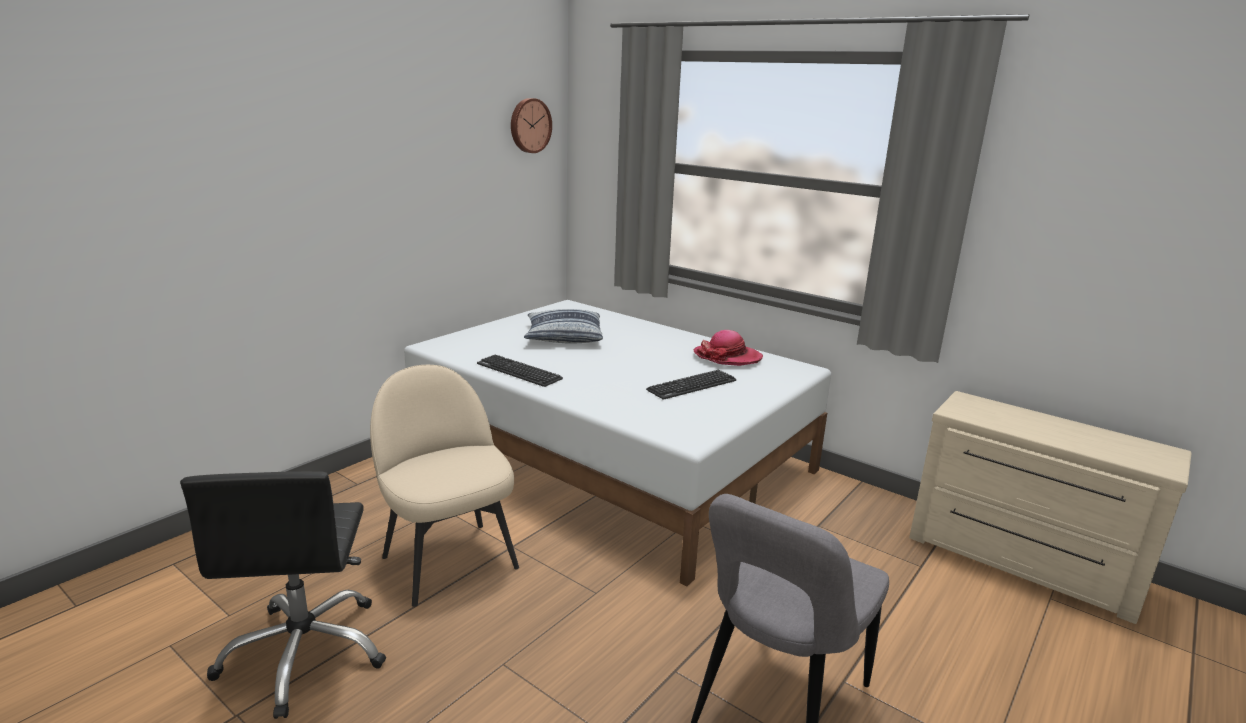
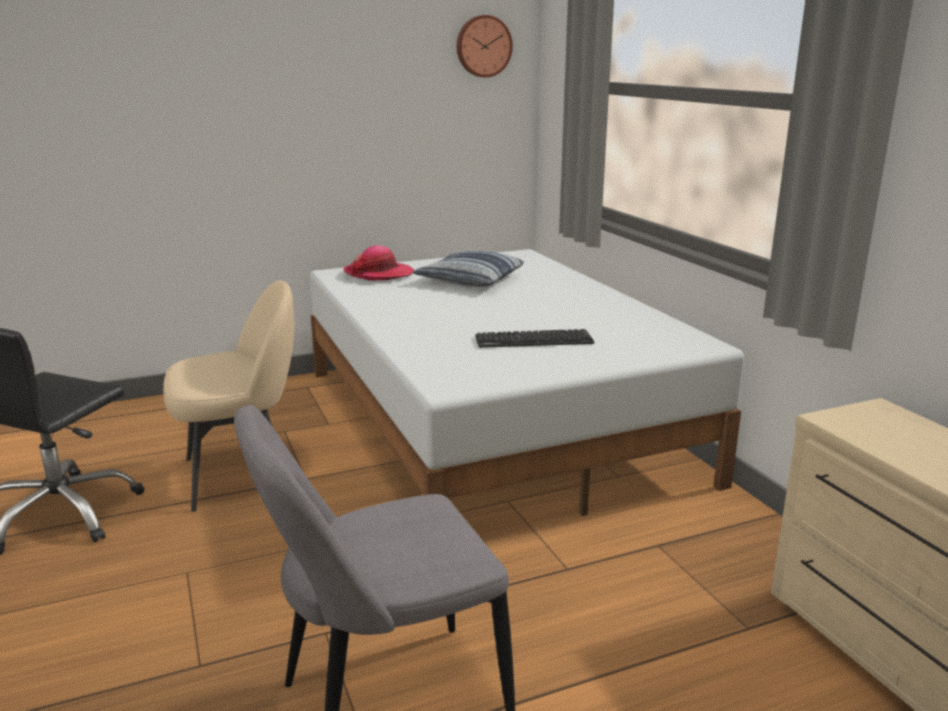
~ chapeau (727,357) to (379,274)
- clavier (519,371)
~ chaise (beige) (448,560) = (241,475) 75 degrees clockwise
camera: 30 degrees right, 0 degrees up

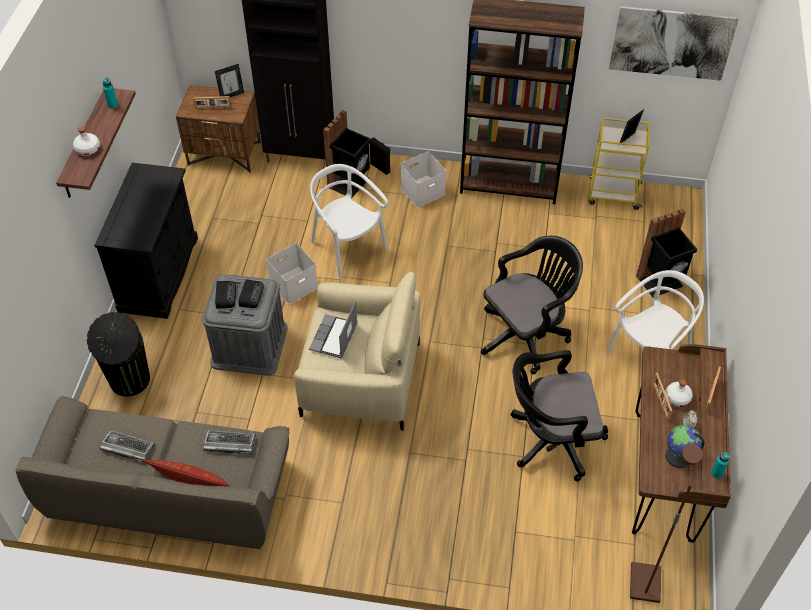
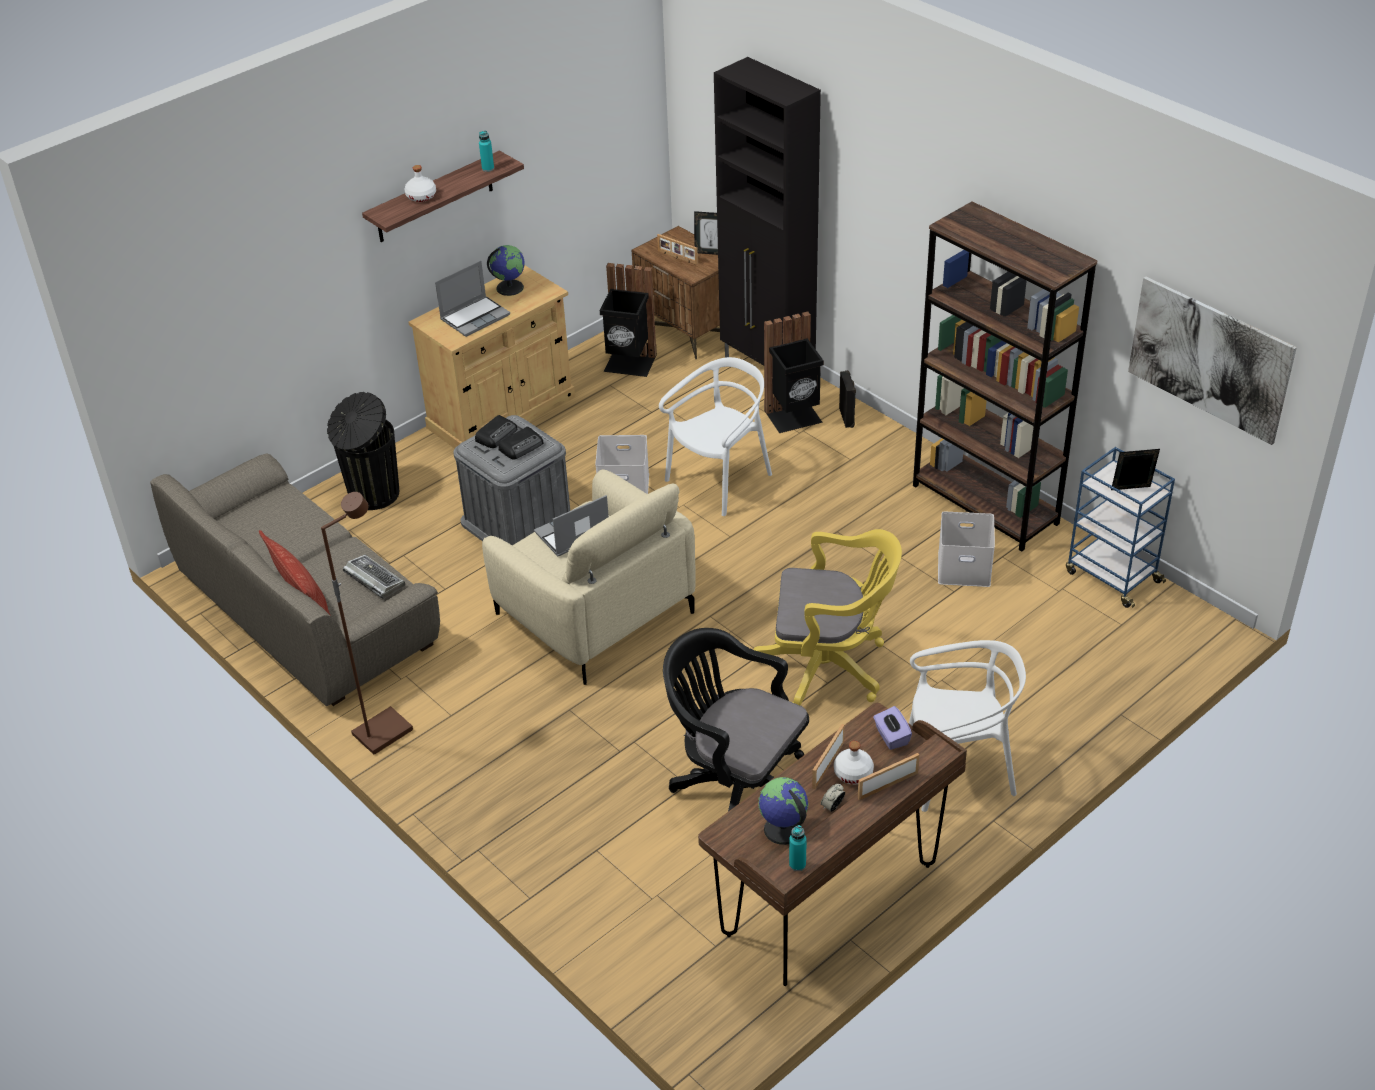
~ chariot (jaune) (612,194) to chariot (bleu) (1111,576)
~ boîte de rangement (blanc) (422,190) to (965,567)
~ meuble de rangement (noir) (159,274) to meuble de rangement (beige) (501,412)
~ chaise (blanc) (347,248) = (720,480) 45 degrees clockwise
~ poubelle (noir) (661,282) to (629,364)
~ chaise de bureau (noir) (526,334) to chaise de bureau (jaune) (830,667)
- clavier (127,448)
~ lampadaire (marron) (644,582) to (382,731)
+ globe (509,287)
+ ordinateur portable (475,317)
+ boîte à mouchoirs (violet) (891,737)
camera: 40 degrees right, 10 degrees down

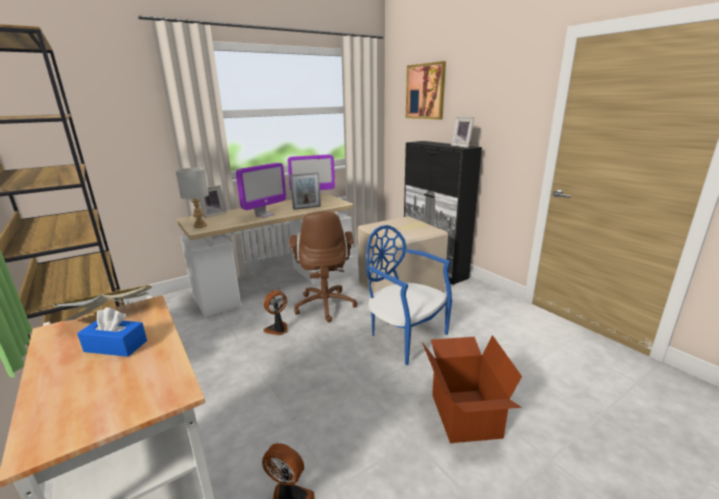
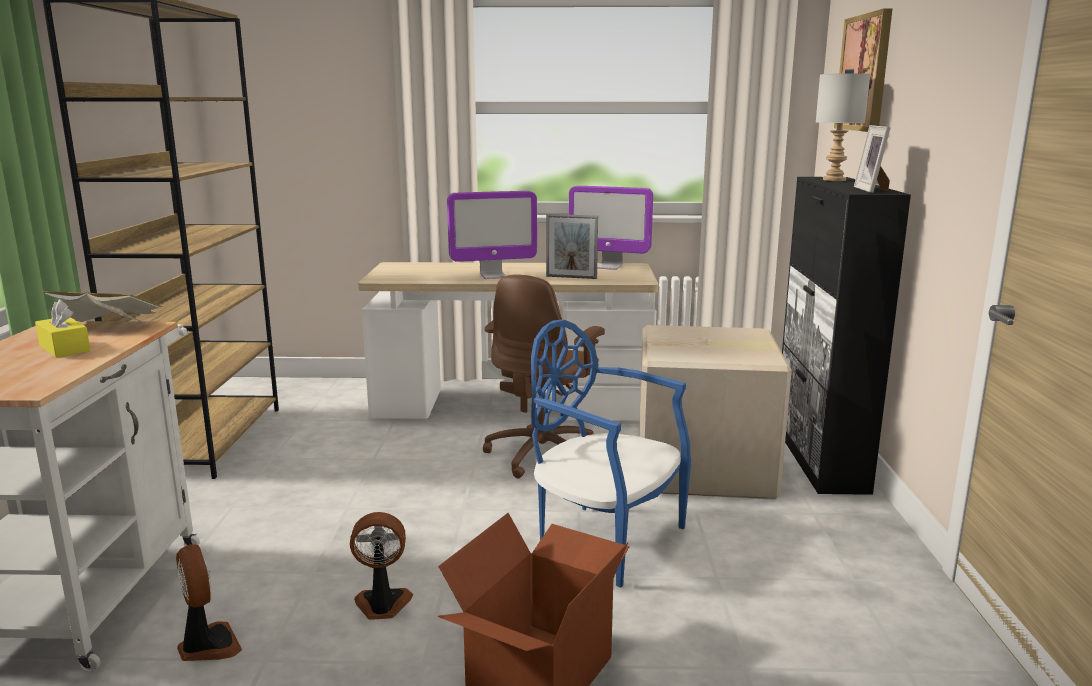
~ lampe de table (gris) (200,226) to (834,180)
- cadre photo (213,214)
~ chaise (bleu) (405,336) = (605,538) 45 degrees counterclockwise
~ ventilateur (278,330) to (382,605)
~ boîte à mouchoirs (bleu) (116,346) to boîte à mouchoirs (jaune) (64,348)
camera: 35 degrees right, 5 degrees down

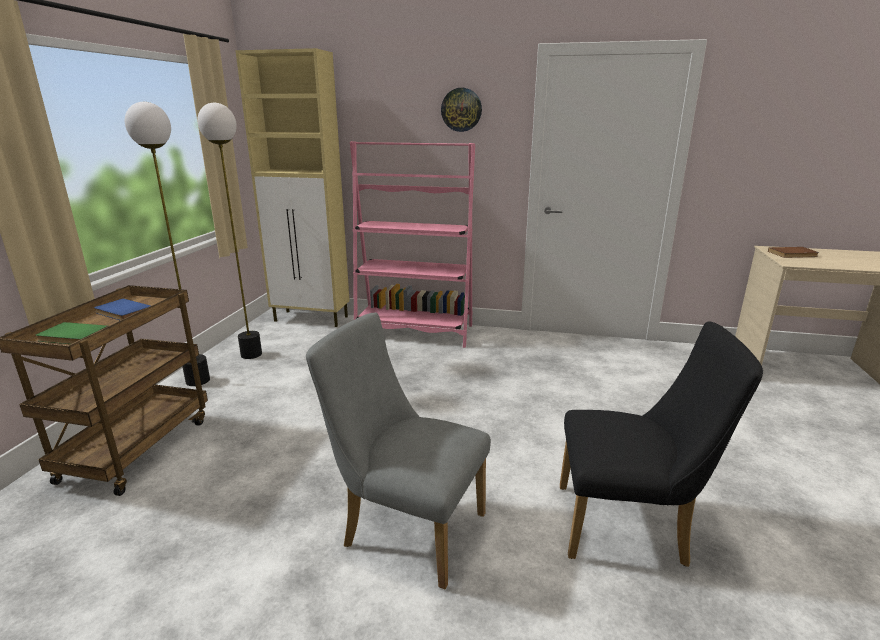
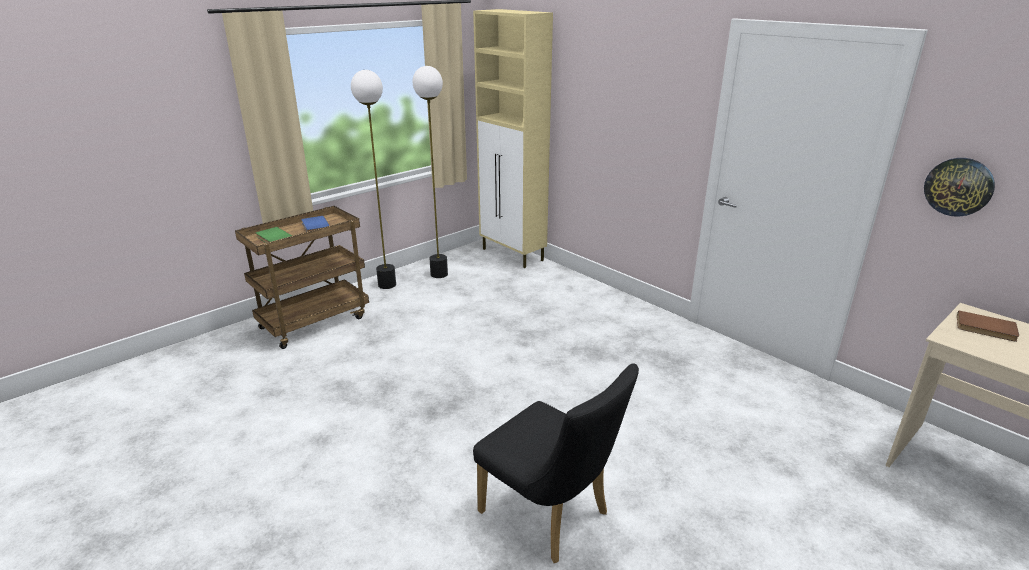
~ horloge murale (461,110) to (958,186)
- bibliothèque (rose) (414,331)
- chaise (gris) (405,528)
camera: 35 degrees right, 5 degrees up

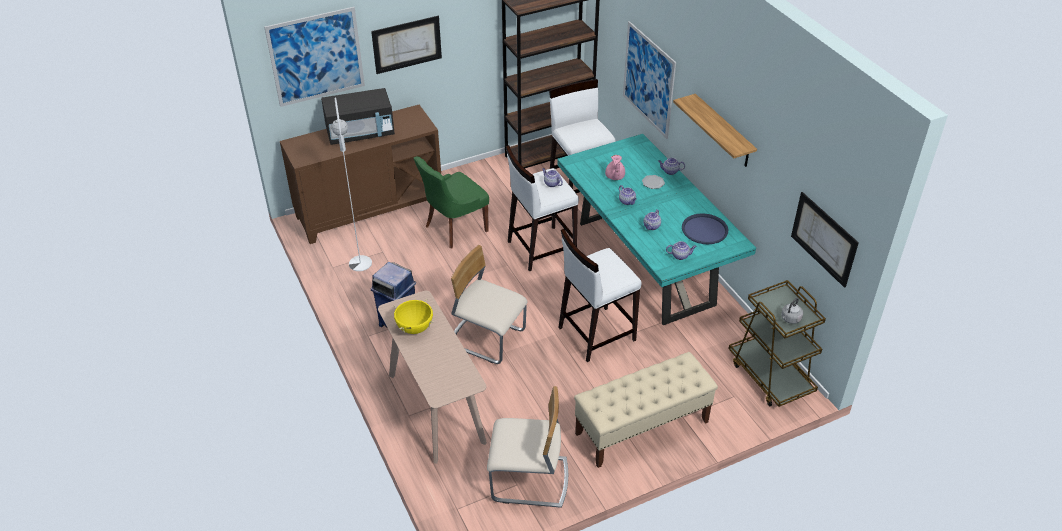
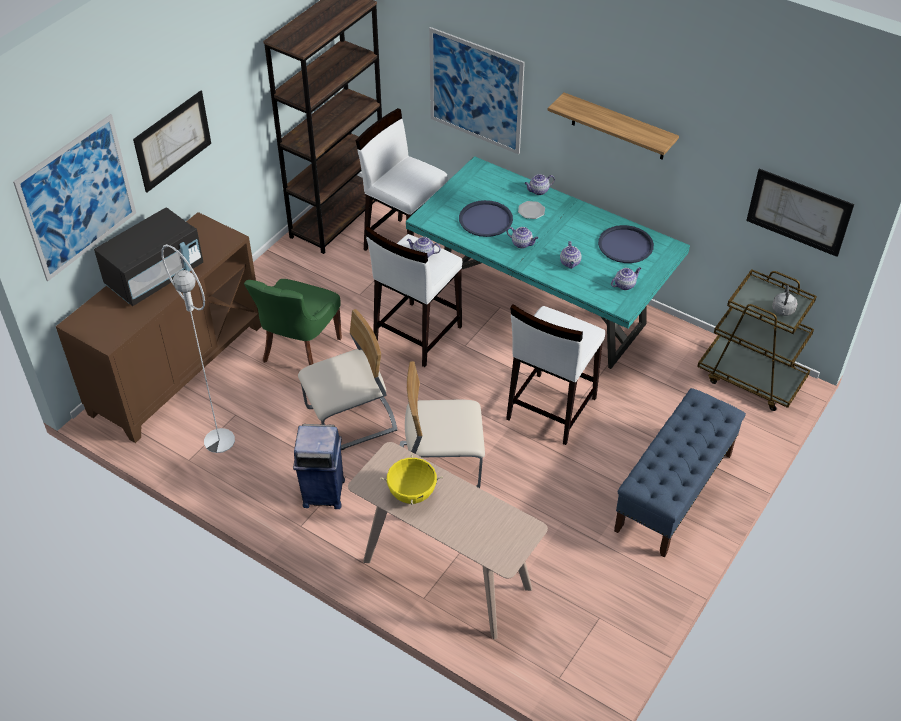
~ théière (rose) (614,177) to plateau (bleu) (485,219)
~ banc (beige) (641,428) to banc (bleu) (674,492)
~ chaise (beige) (529,480) to (351,421)
camera: 30 degrees left, 5 degrees up

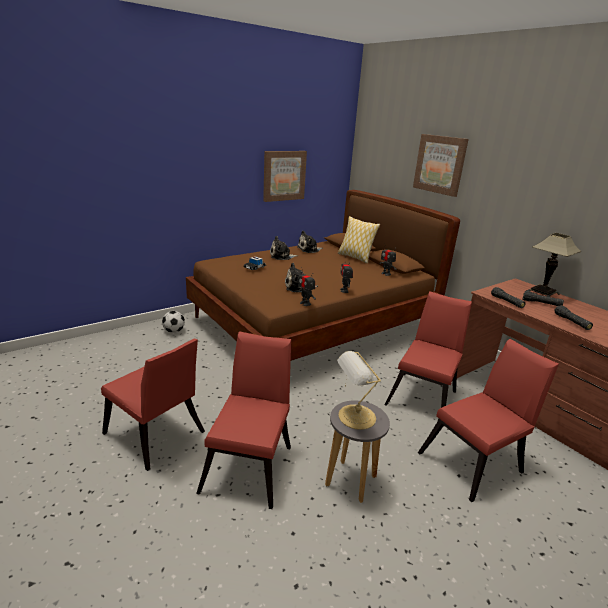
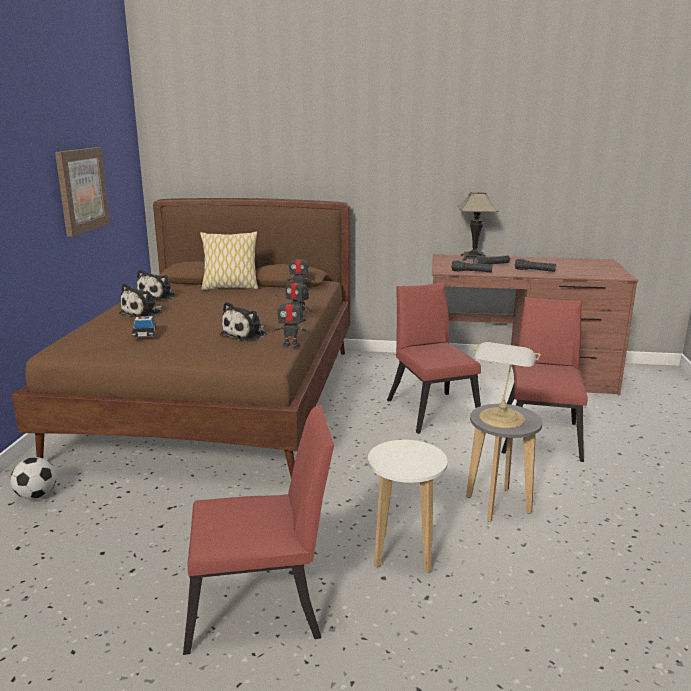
- tableau (440,164)
~ chaise (rouge) (250,464) to tabouret (blanc) (404,553)
camera: 45 degrees left, 5 degrees down

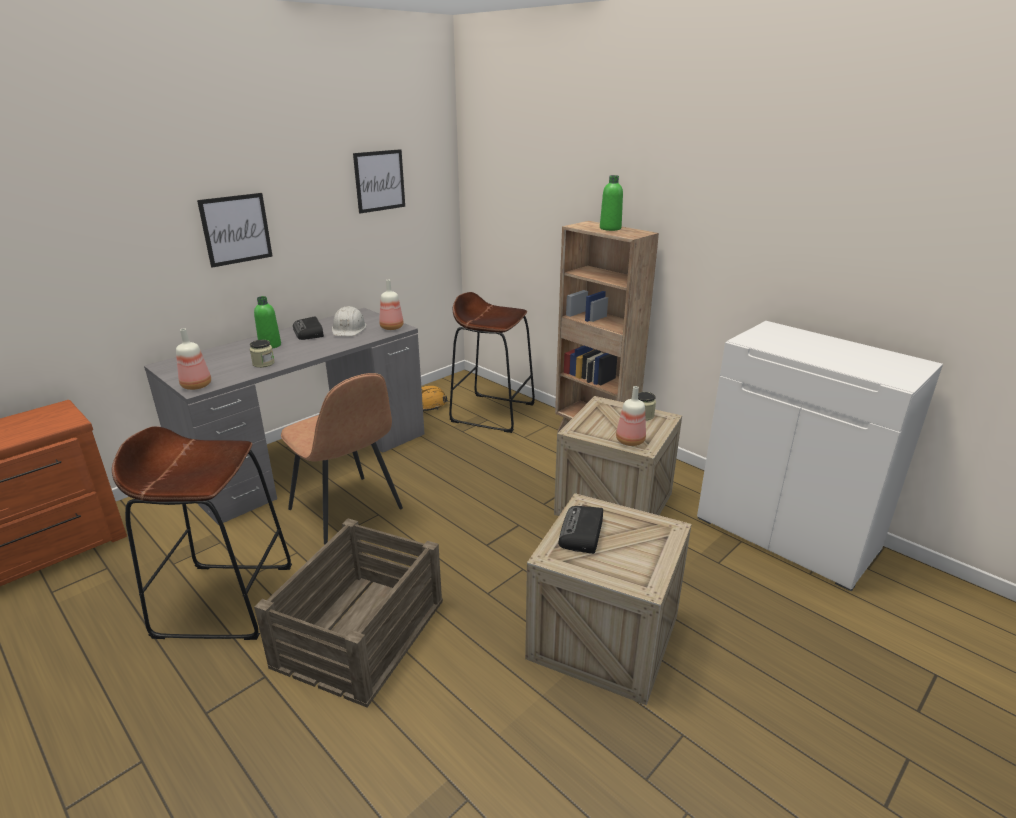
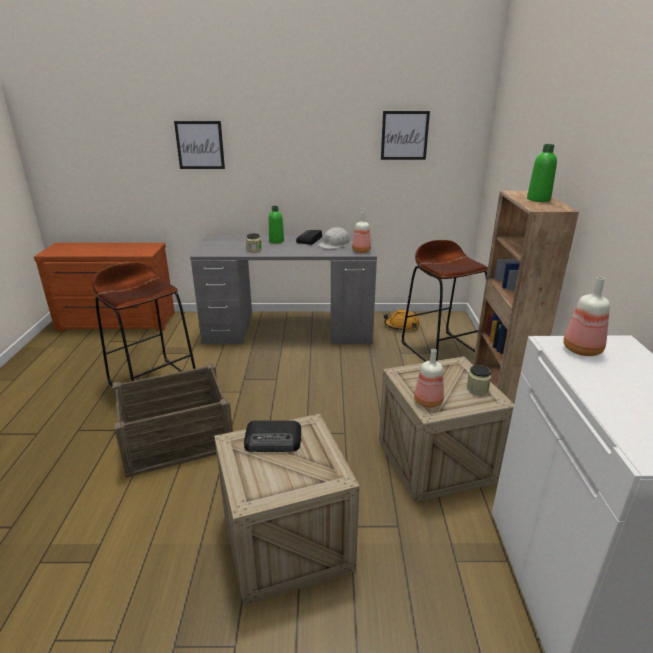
~ tableau (236,229) to (200,145)
~ bouteille (197,385) to (582,349)
- chaise (marron) (347,510)
~ radio (582,533) = (274,441) 150 degrees counterclockwise
camera: 45 degrees right, 0 degrees up

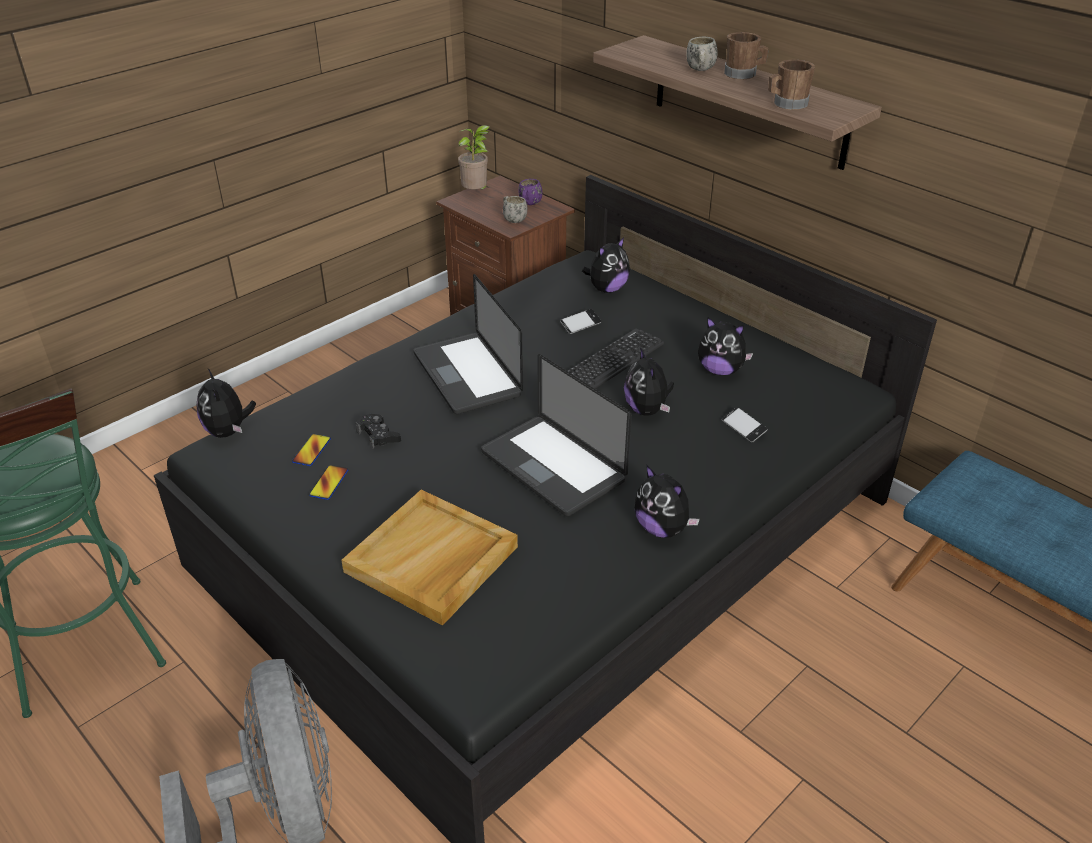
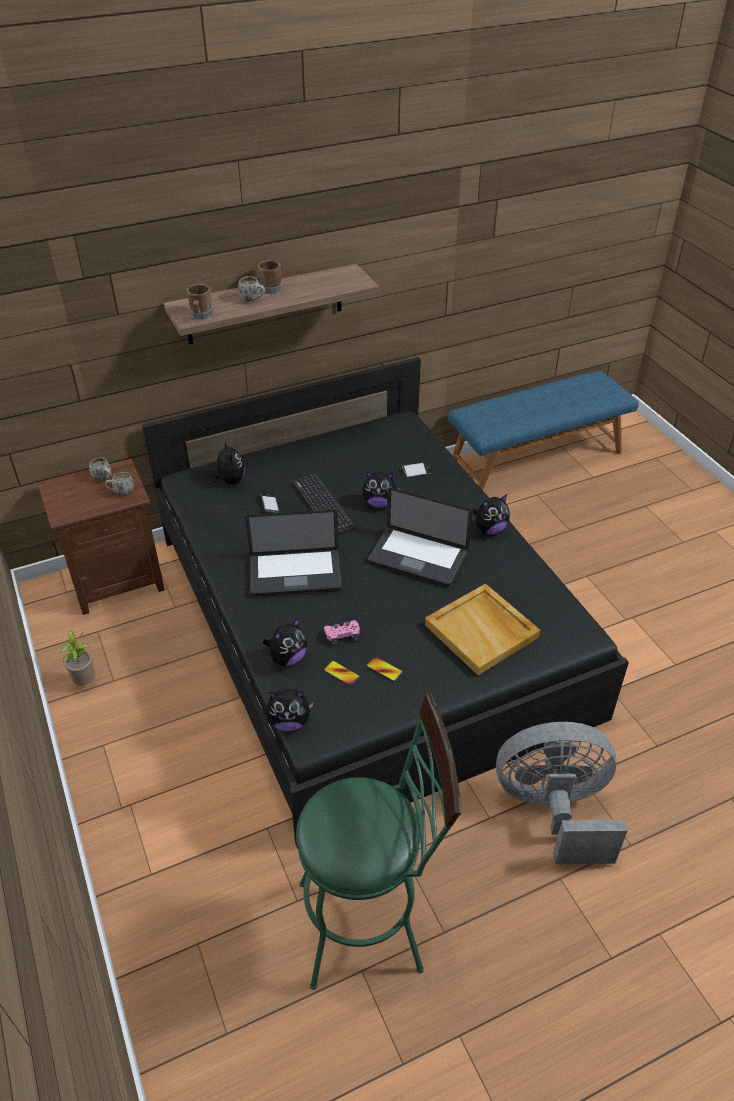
~ mug (marron) (787,104) to (201,315)
~ plante en pot (476,193) to (85,681)
~ mug (violet) (529,204) to mug (blanc) (104,479)
~ peluche (720,370) to (287,658)
~ ordinateur portable (552,467) = (417,557) 45 degrees clockwise
~ manette (noir) (378,436) to manette (rose) (342,634)
camera: 70 degrees left, 5 degrees up

